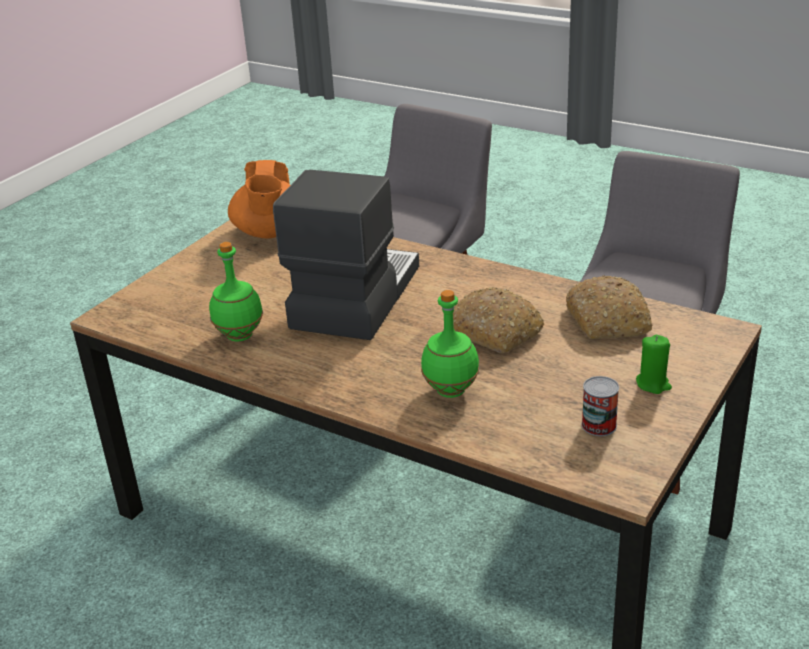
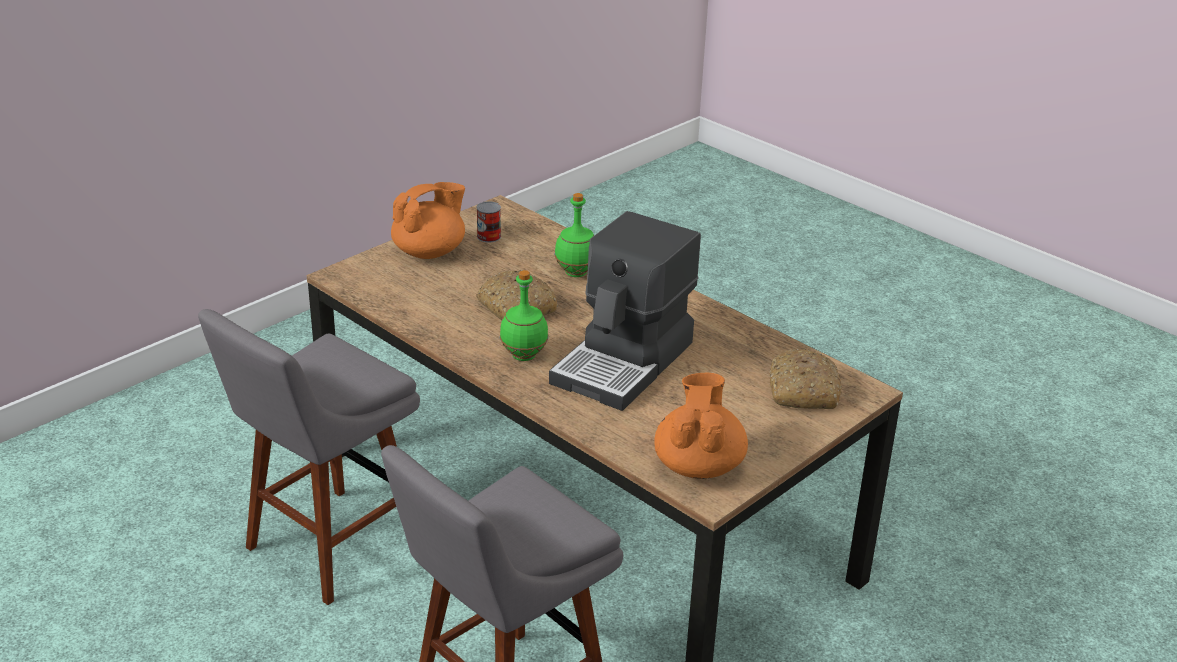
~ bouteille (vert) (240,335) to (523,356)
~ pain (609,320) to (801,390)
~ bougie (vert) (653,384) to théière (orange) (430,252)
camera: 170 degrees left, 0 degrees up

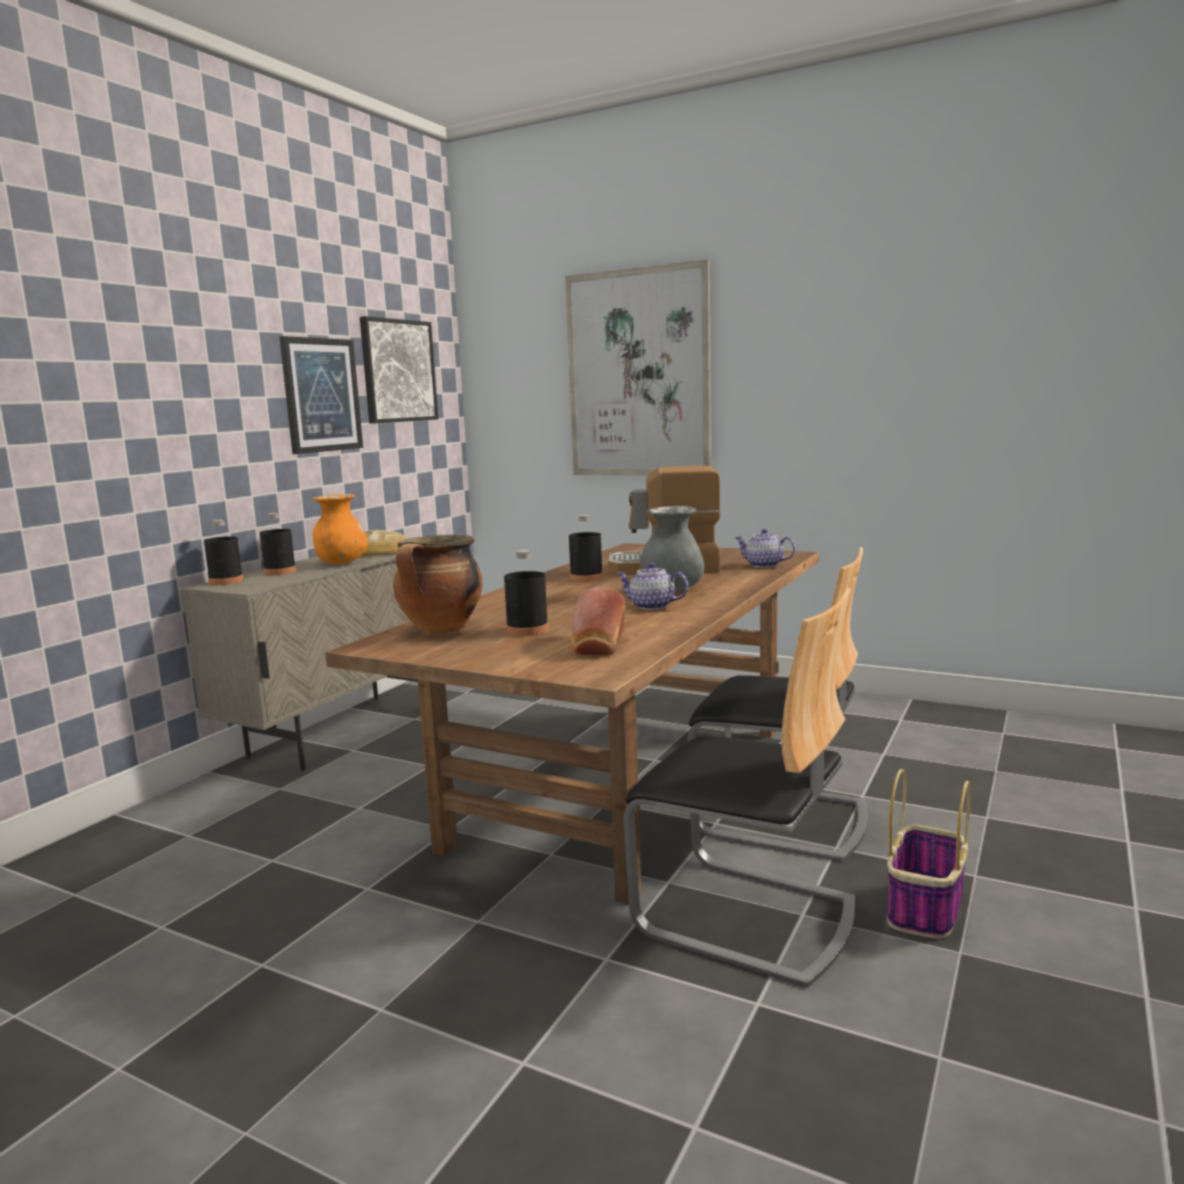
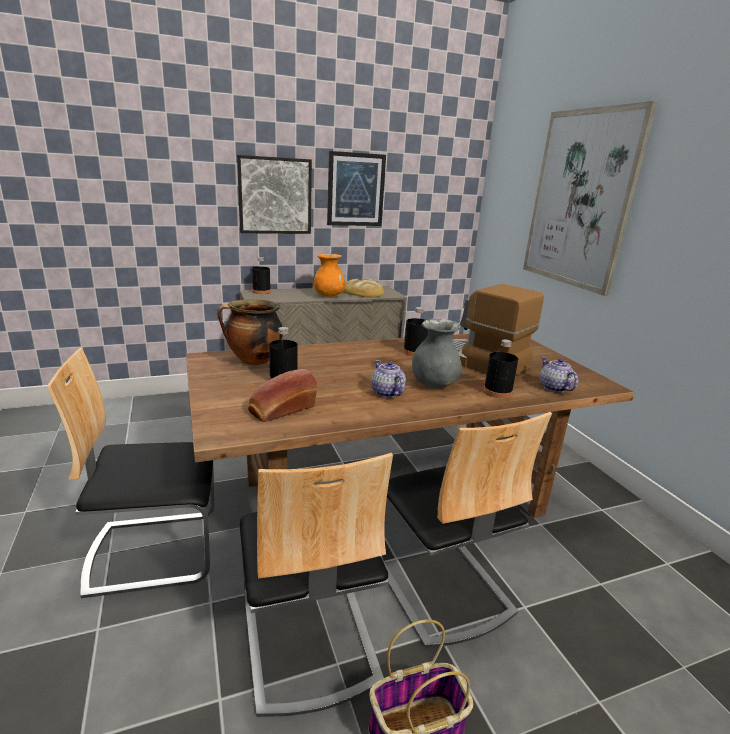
~ tableau (398,371) to (275,196)
~ bouteille (noir) (280,572) to (497,392)
+ chaise (154,550)
camera: 40 degrees right, 10 degrees up

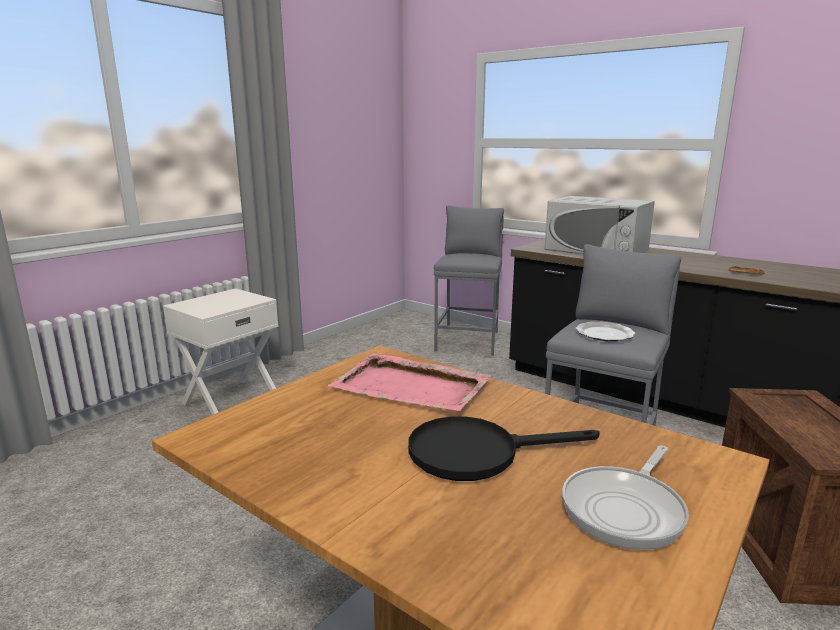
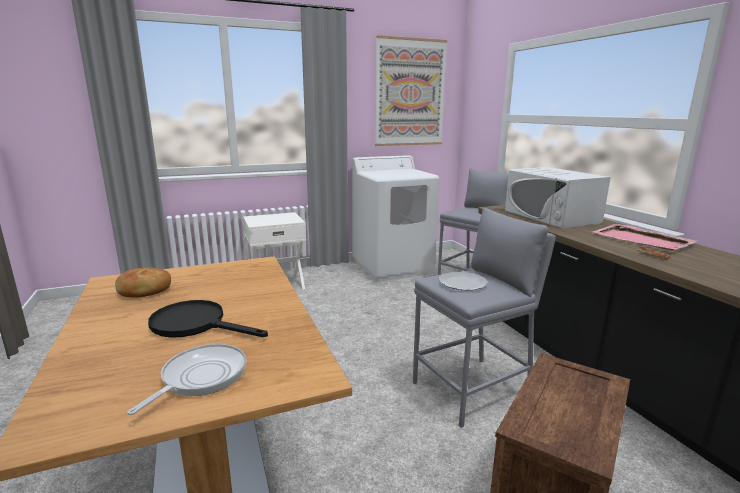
~ plateau (rose) (412,387) to (642,240)
~ poêle (626,509) = (200,377) 135 degrees clockwise
+ tableau (410,93)
+ lave-linge (blanc) (392,267)
+ pain (144,290)
camera: 30 degrees right, 0 degrees up

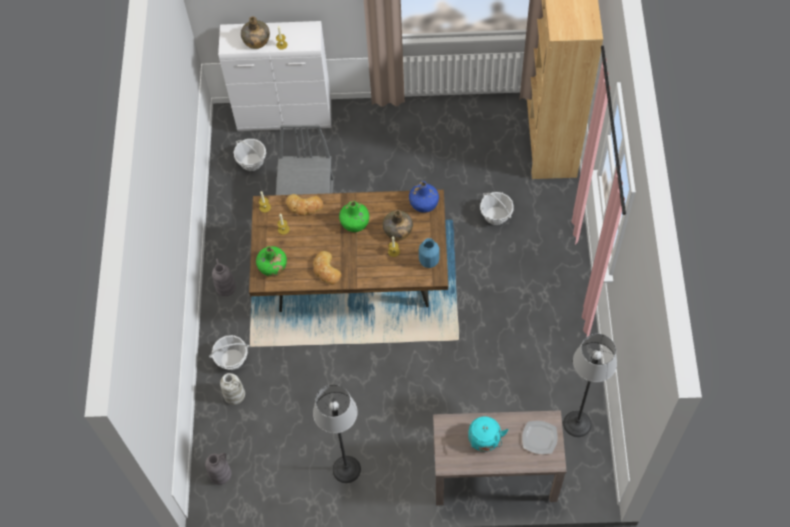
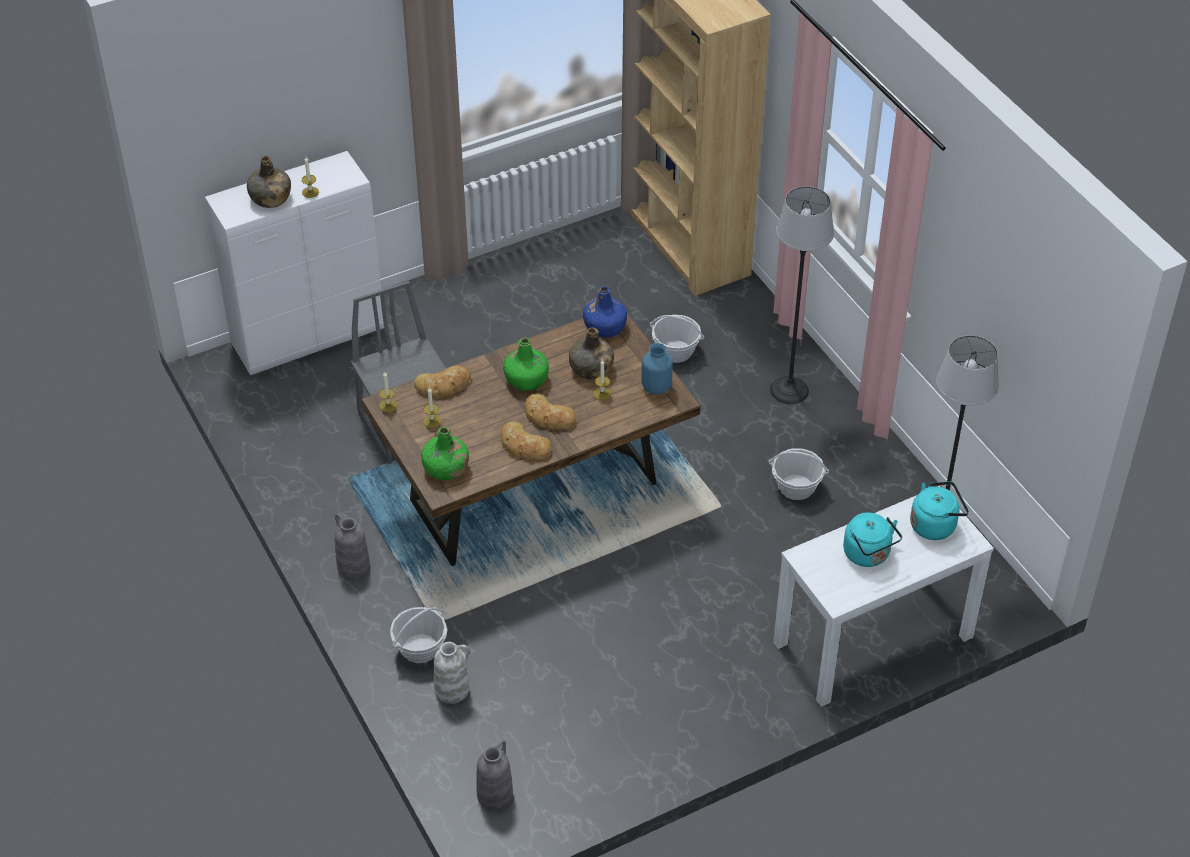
~ panier (252,162) to (796,487)
~ lampadaire (346,469) to (789,390)
~ table console (marron) (494,475) to table console (blanc) (872,640)
~ assiette (540,438) to bouilloire (turquoise) (935,525)
+ pain (548,416)
camera: 30 degrees left, 15 degrees down

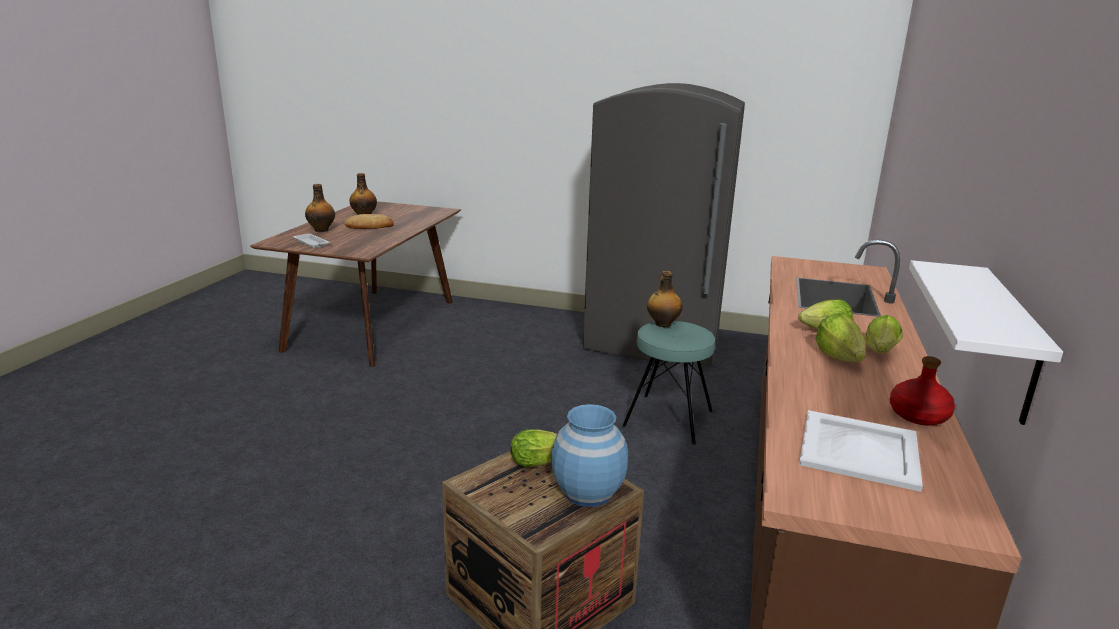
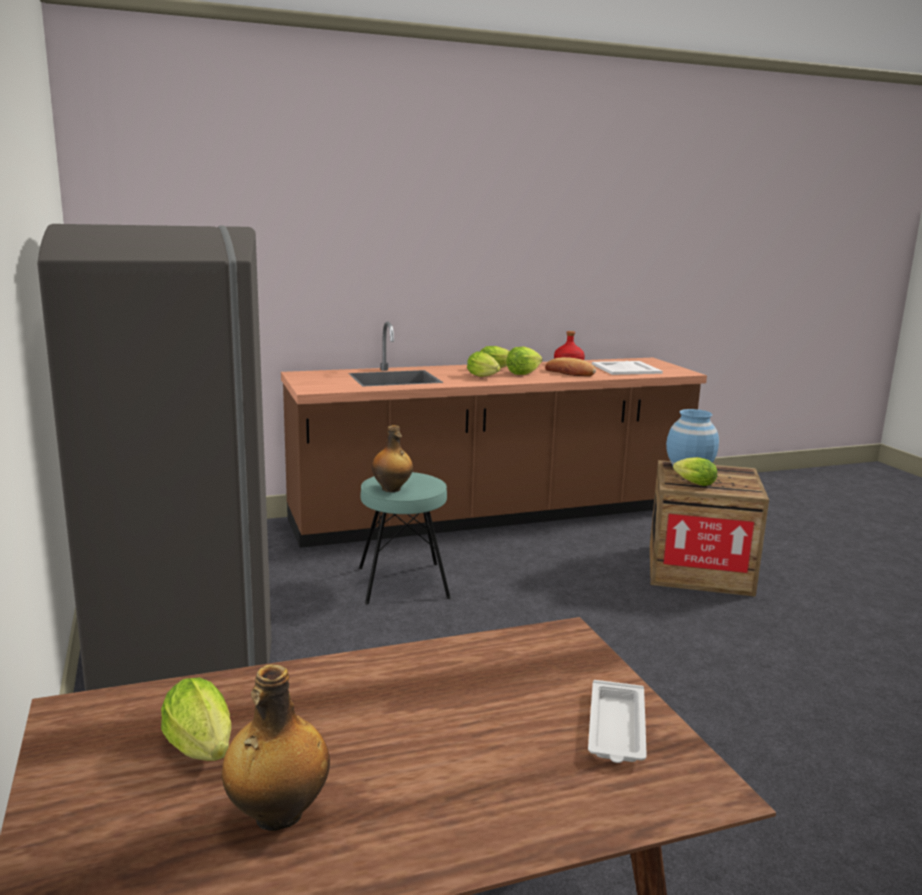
- bouteille (322,230)
~ pain (369,226) to (569,373)
- étagère (blanc) (1008,344)
+ laitue (203,752)
camera: 125 degrees left, 5 degrees down

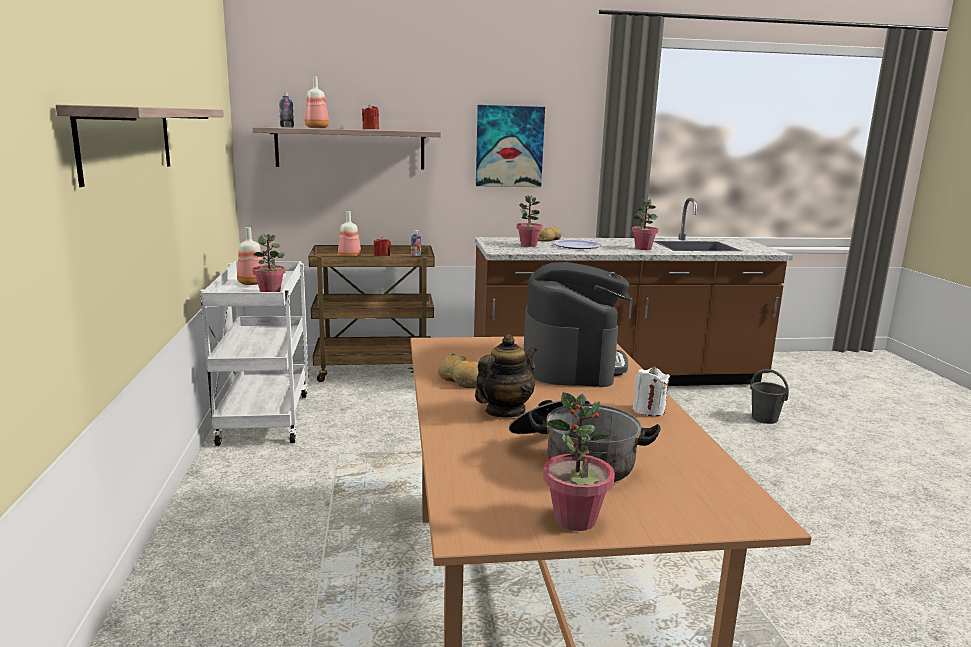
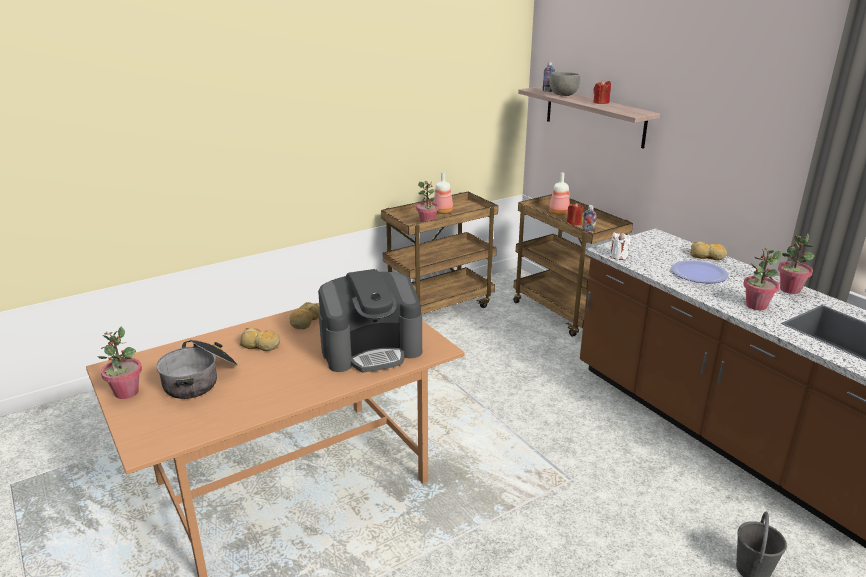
~ bouteille (317,128) to bol (gris) (564,95)
- étagère (127,141)
- tableau (509,146)
~ plante en pot (528,245) to (789,289)
~ chariot (blanc) (264,417) to chariot (marron) (439,307)
~ théière (504,411) to pain (260,345)
~ bougie (blanc) (648,410) to (618,256)
camera: 65 degrees right, 10 degrees up

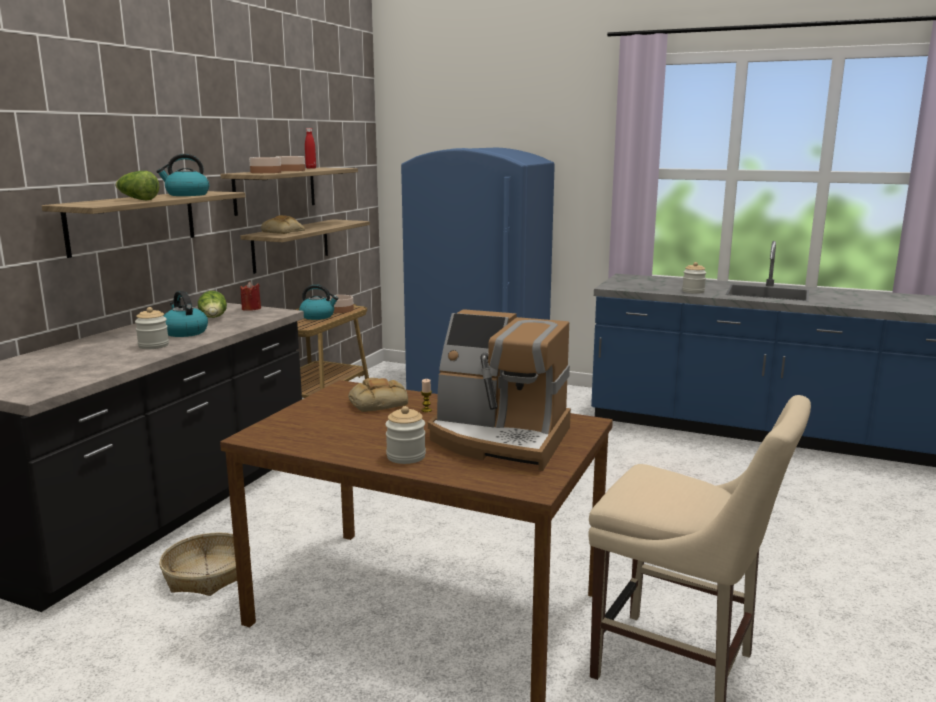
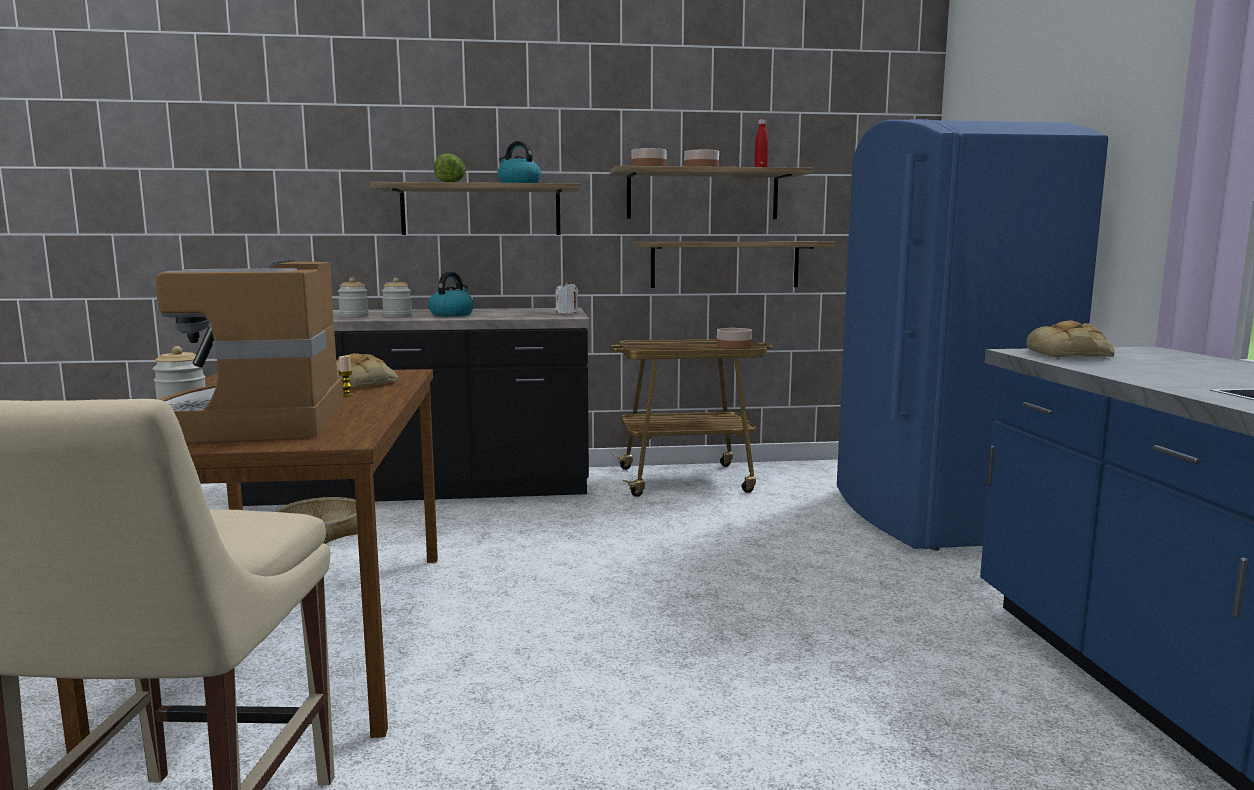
~ pain (284,232) to (1070,354)
~ bocal (693,291) to (354,316)
~ bougie (rouge) (251,309) to bougie (blanc) (567,312)
- bouilloire (318,316)
- laitue (214,318)
camera: 60 degrees right, 5 degrees down

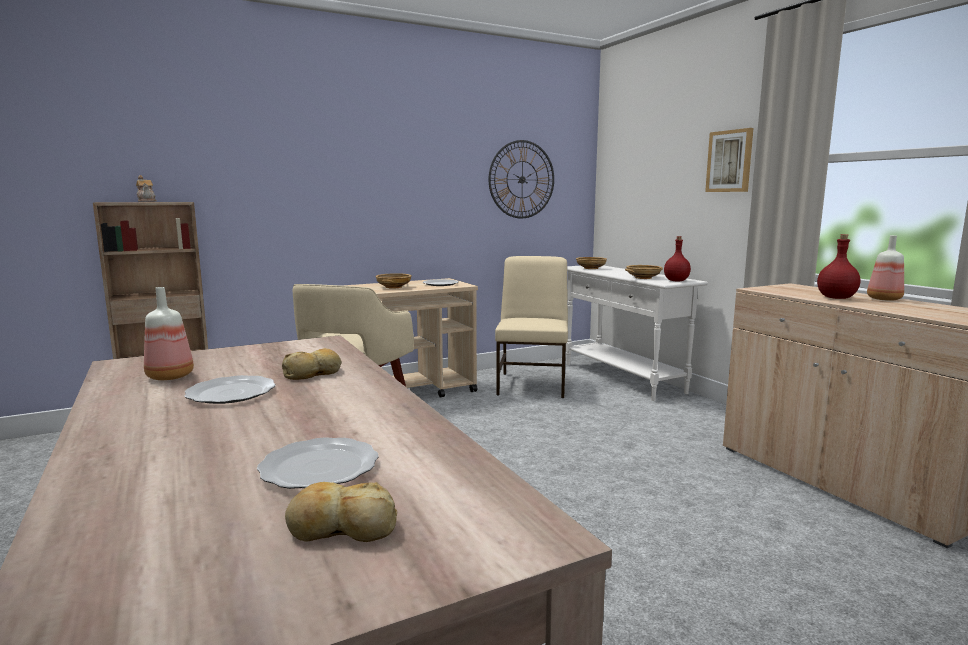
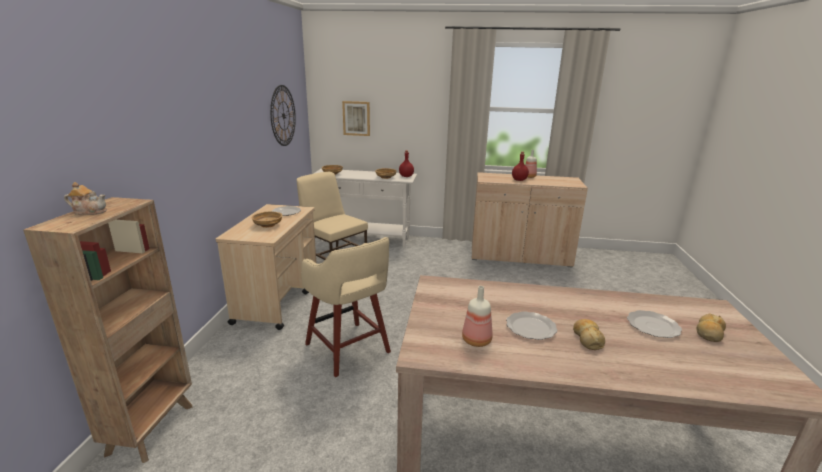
~ tableau (730,161) to (356,118)
~ pain (313,373) to (587,338)
camera: 55 degrees left, 10 degrees up

